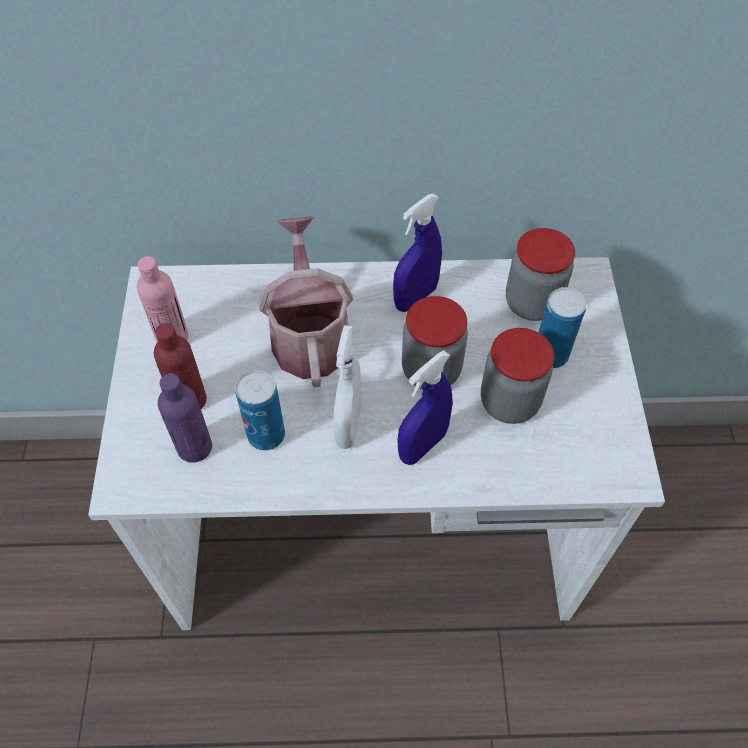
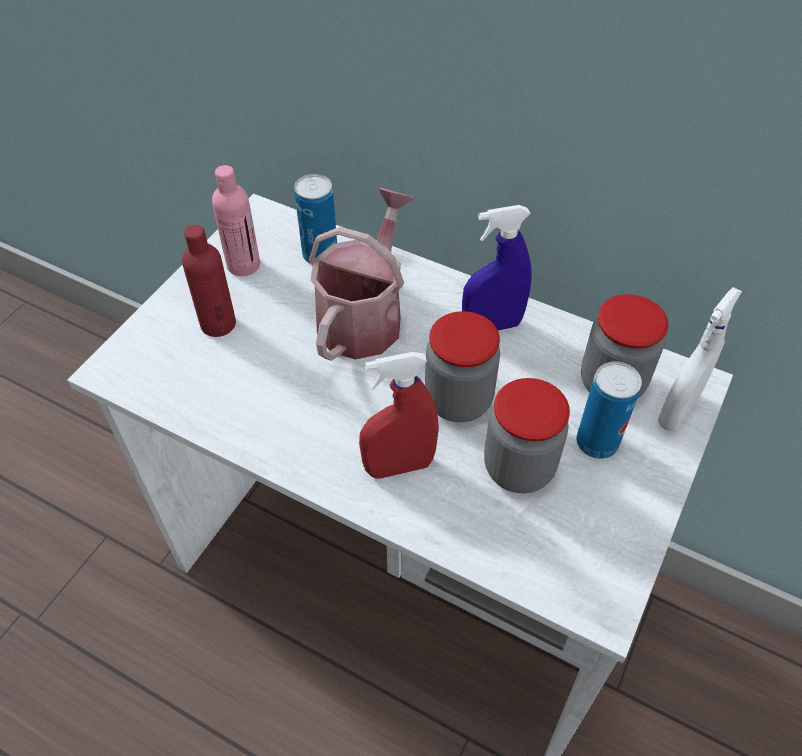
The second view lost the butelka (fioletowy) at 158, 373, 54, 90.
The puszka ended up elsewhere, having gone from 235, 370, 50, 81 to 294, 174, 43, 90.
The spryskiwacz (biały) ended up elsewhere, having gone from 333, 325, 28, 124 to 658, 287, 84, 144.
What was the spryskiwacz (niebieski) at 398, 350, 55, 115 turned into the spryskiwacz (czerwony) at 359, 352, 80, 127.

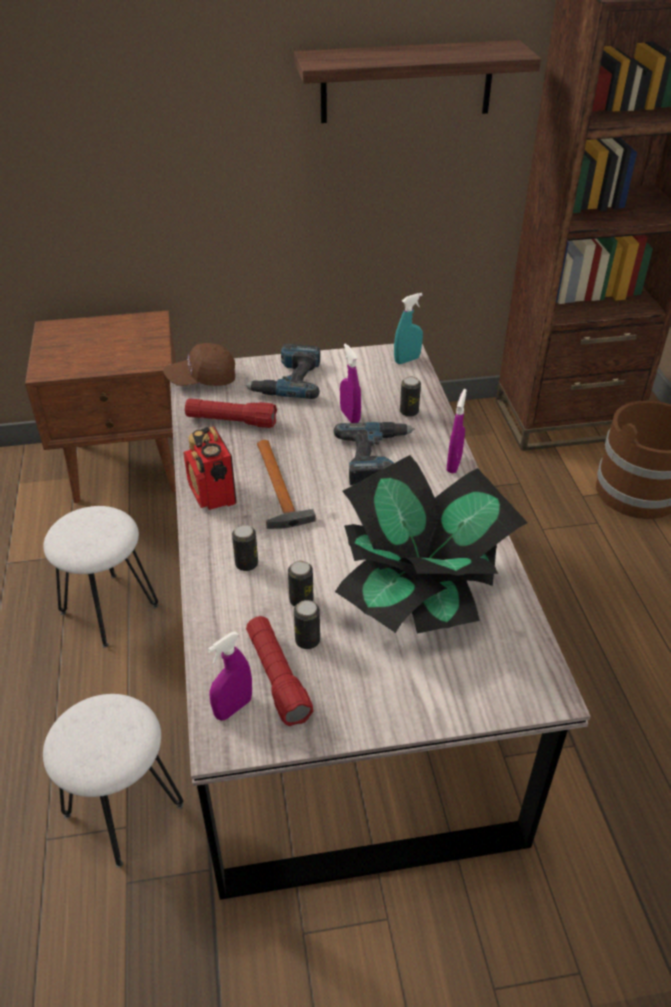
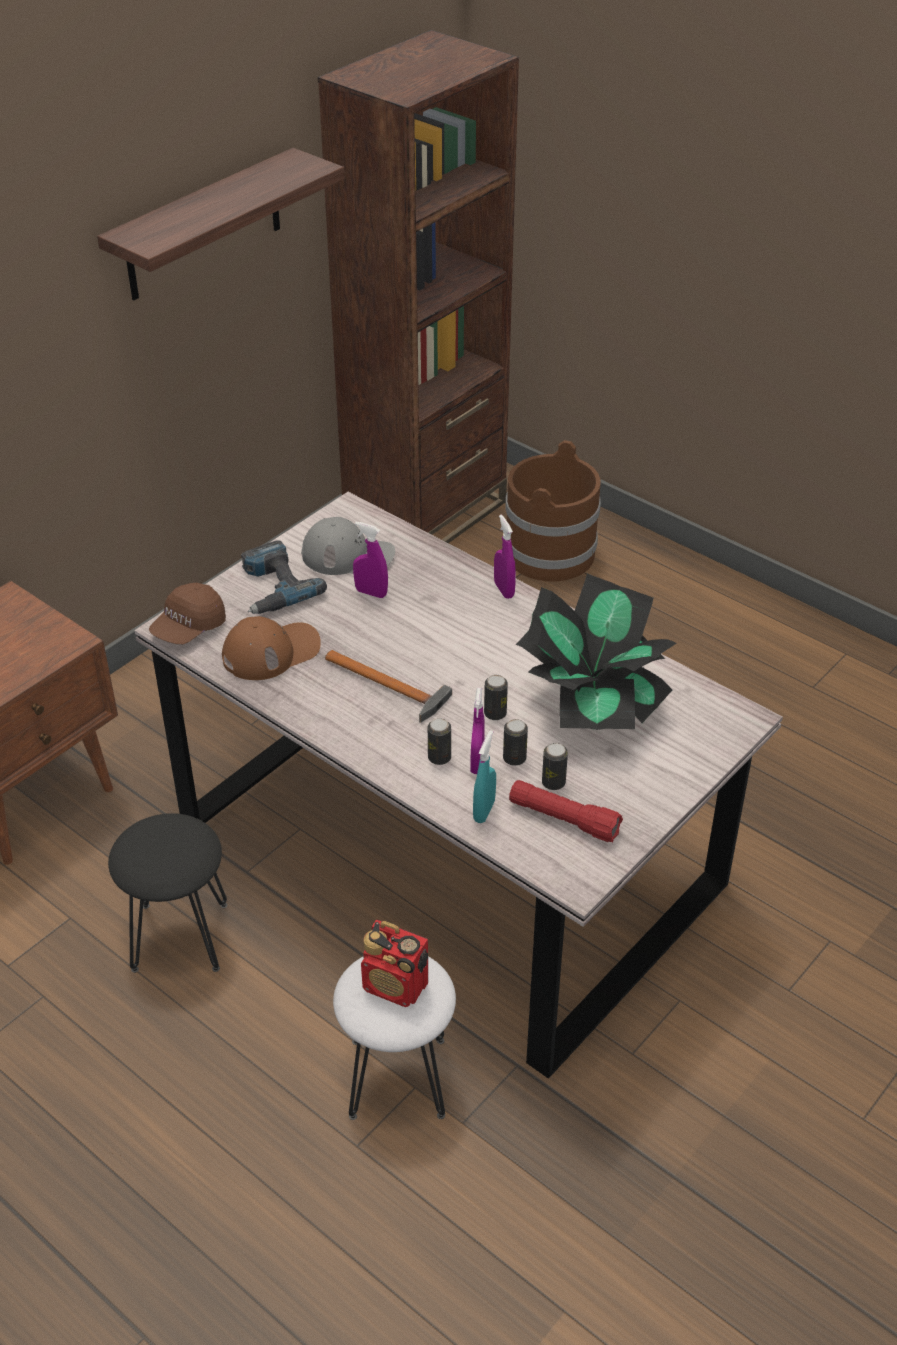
The second view lost the wiertarka at 334, 422, 81, 64.
The second view gained the czapka z daszkiem (szary) at 301, 517, 94, 58.
The radio ended up elsewhere, having gone from 183, 426, 53, 84 to 361, 920, 67, 87.
The spryskiwacz (fioletowy) ended up elsewhere, having gone from 208, 631, 44, 90 to 470, 688, 15, 86.
The spryskiwacz (turkusowy) ended up elsewhere, having gone from 394, 293, 29, 71 to 473, 730, 23, 93.
The puszka ended up elsewhere, having gone from 400, 376, 21, 41 to 484, 675, 24, 45.
Where the latarka (czerwony) stood at 185, 398, 92, 30, the czapka z daszkiem (brązowy) came to stand at 222, 616, 99, 64.
What was the stołek (biały) at 43, 506, 116, 142 turned into the stołek (czarny) at 108, 813, 120, 160.

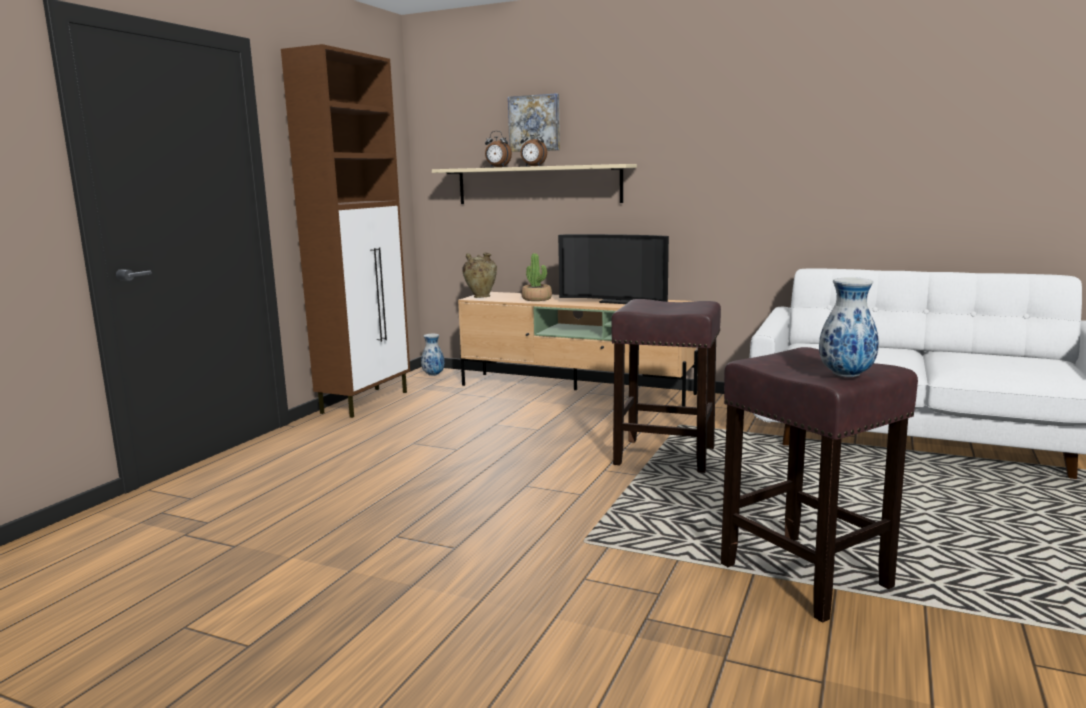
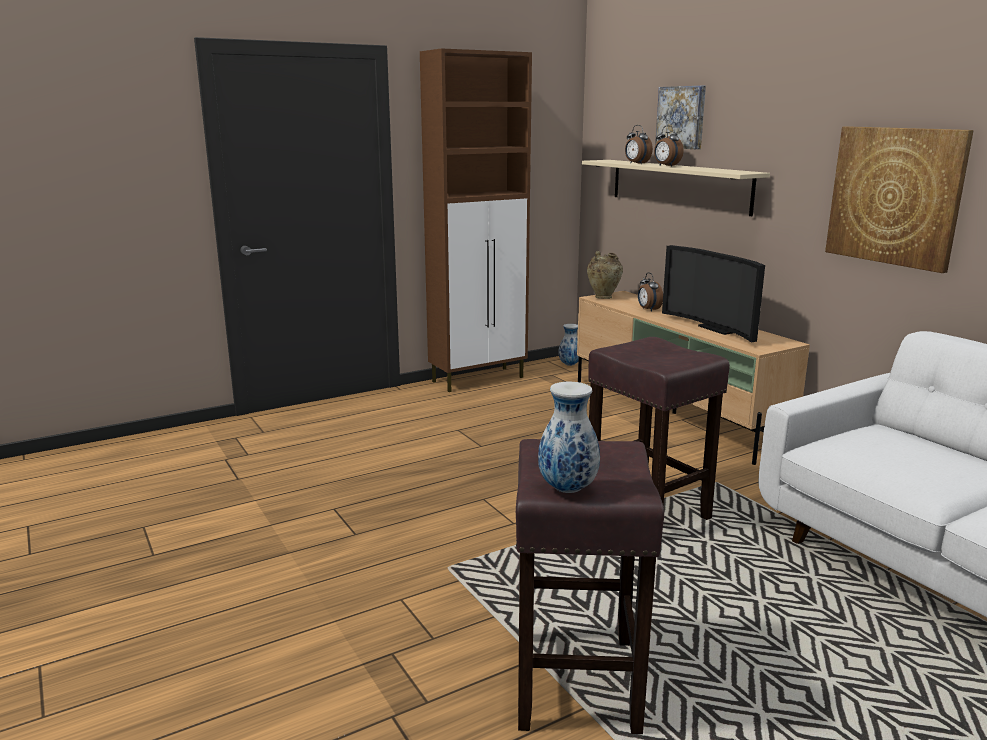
The second view gained the obraz at 825, 126, 149, 147.
Where the roślina doniczkowa stood at 521, 253, 31, 48, the budzik came to stand at 638, 273, 25, 39.

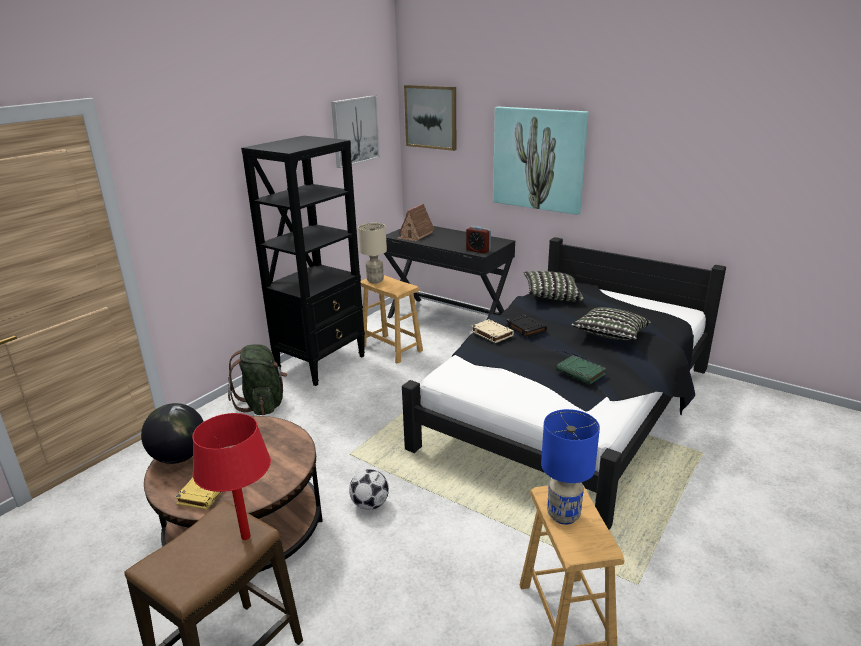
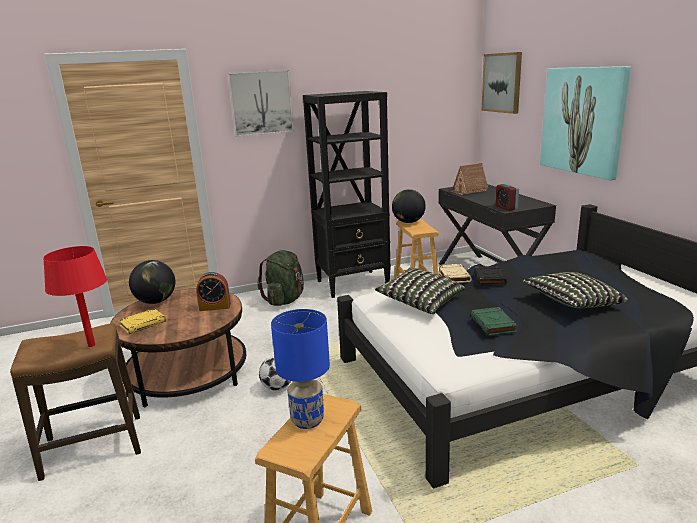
The second view gained the budzik at 196, 272, 35, 39.
The obraz ended up elsewhere, having gone from 331, 95, 49, 73 to 228, 70, 66, 67.
The poduszka ended up elsewhere, having gone from 524, 271, 60, 30 to 375, 267, 90, 47.
Where the lampa stołowa (beżowy) stood at 358, 223, 29, 61, the globus came to stand at 392, 189, 34, 34.

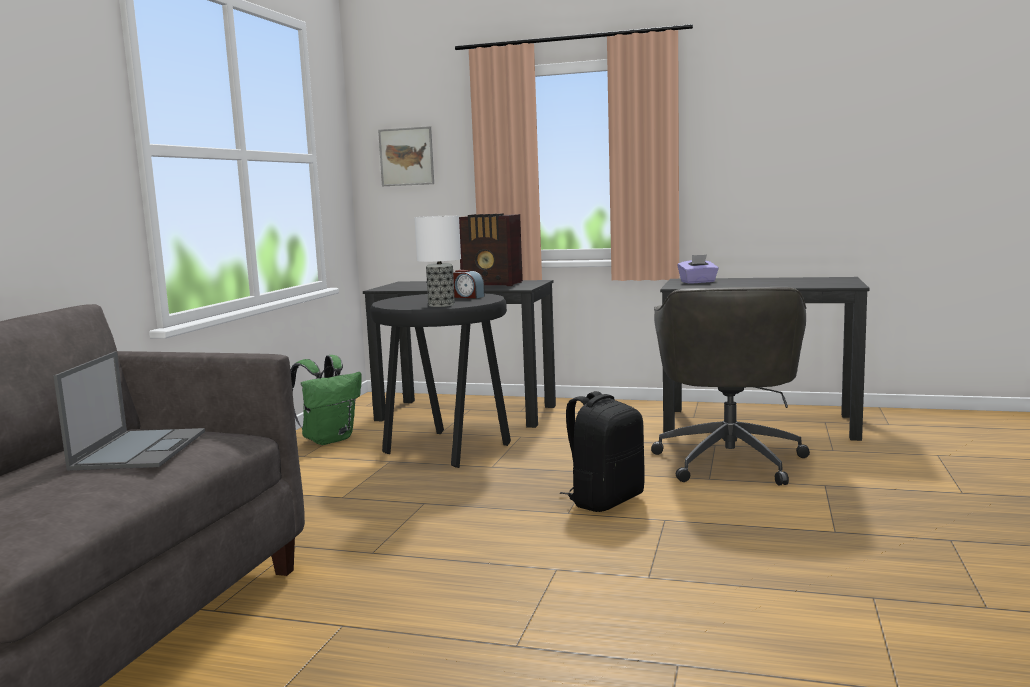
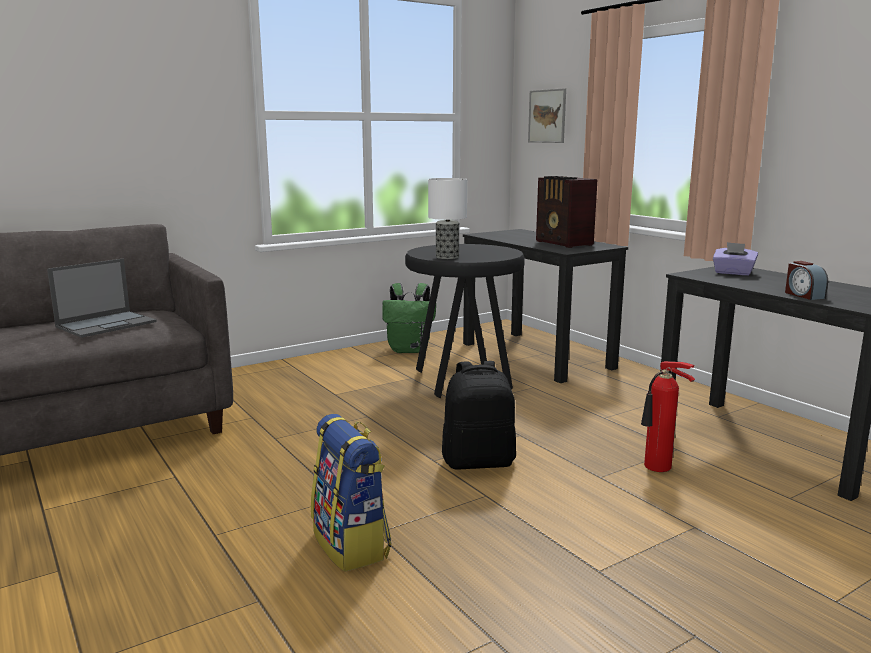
The second view gained the plecak at 311, 414, 80, 158.
The budzik ended up elsewhere, having gone from 453, 270, 32, 29 to 785, 261, 43, 39.
Where the krzesło biurowe (szary) stood at 651, 287, 159, 199, the gaśnica came to stand at 641, 361, 54, 111.

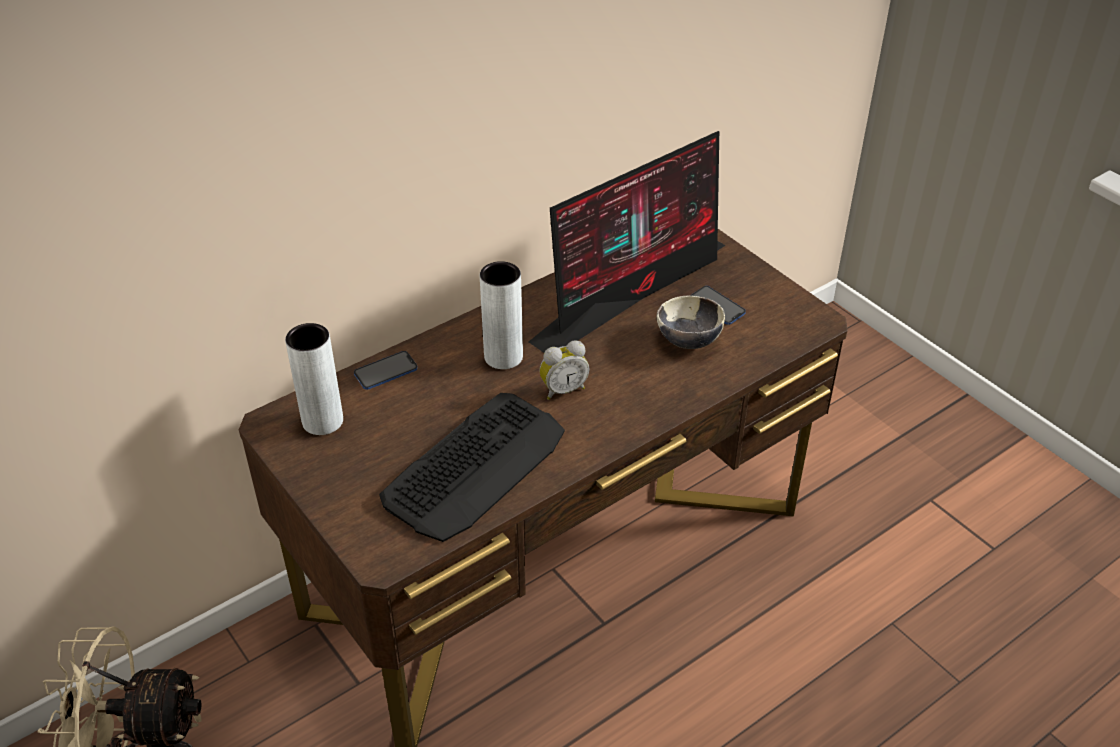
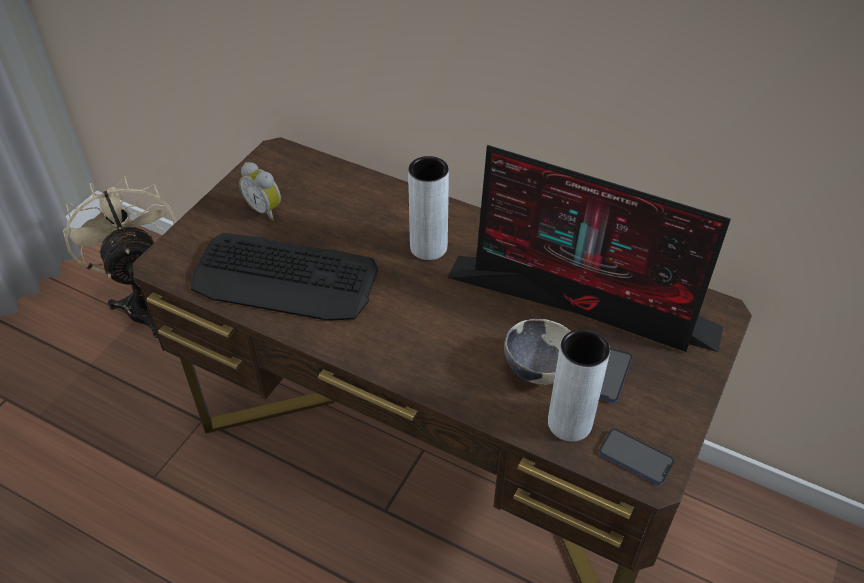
The wazon (szary) ended up elsewhere, having gone from 285, 323, 58, 112 to 548, 329, 62, 113.
The telefon ended up elsewhere, having gone from 354, 351, 64, 39 to 599, 428, 75, 57.
The budzik ended up elsewhere, having gone from 539, 340, 51, 60 to 239, 162, 42, 59.

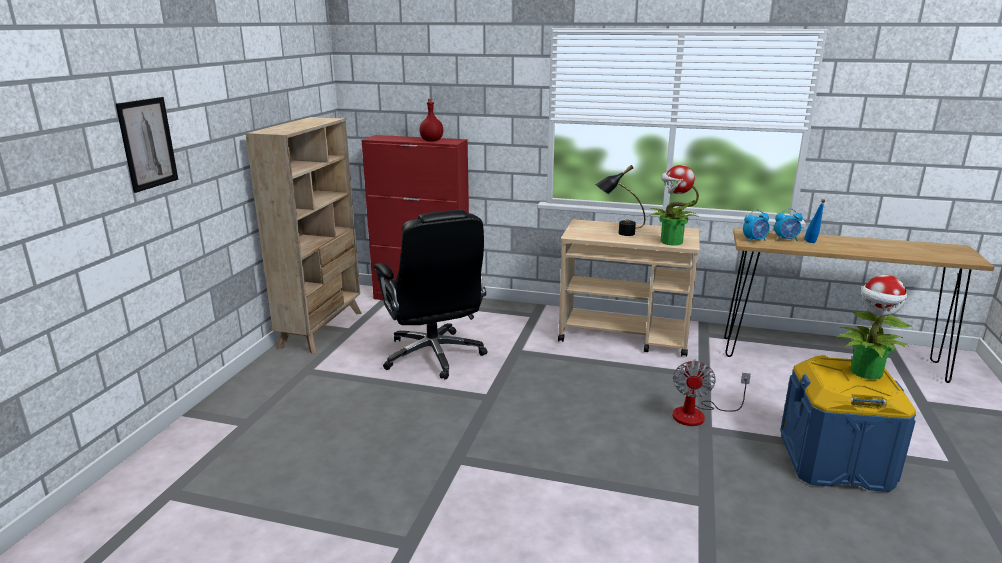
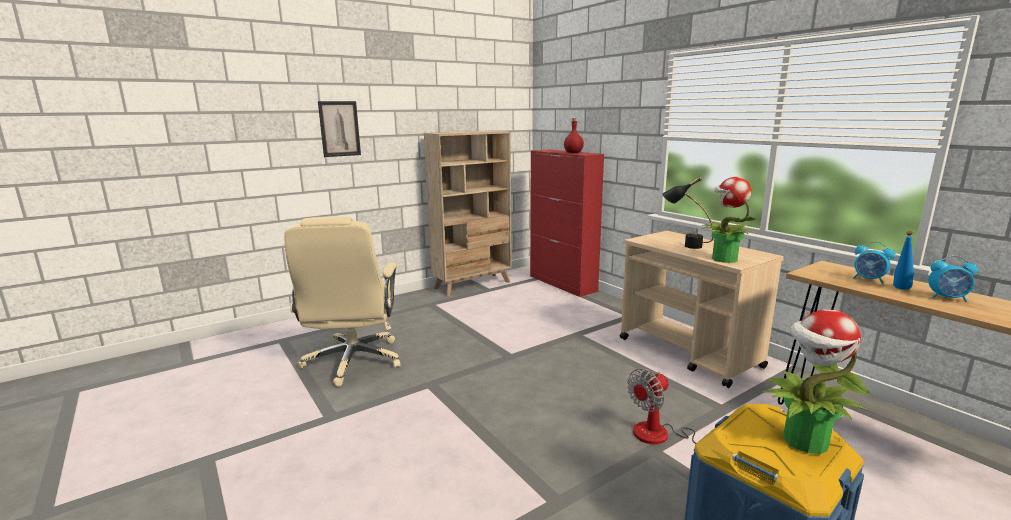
The second view lost the krzesło biurowe (czarny) at 374, 210, 114, 170.
The second view gained the krzesło biurowe (beżowy) at 284, 217, 117, 170.
The budzik ended up elsewhere, having gone from 743, 209, 27, 33 to 928, 255, 50, 47.

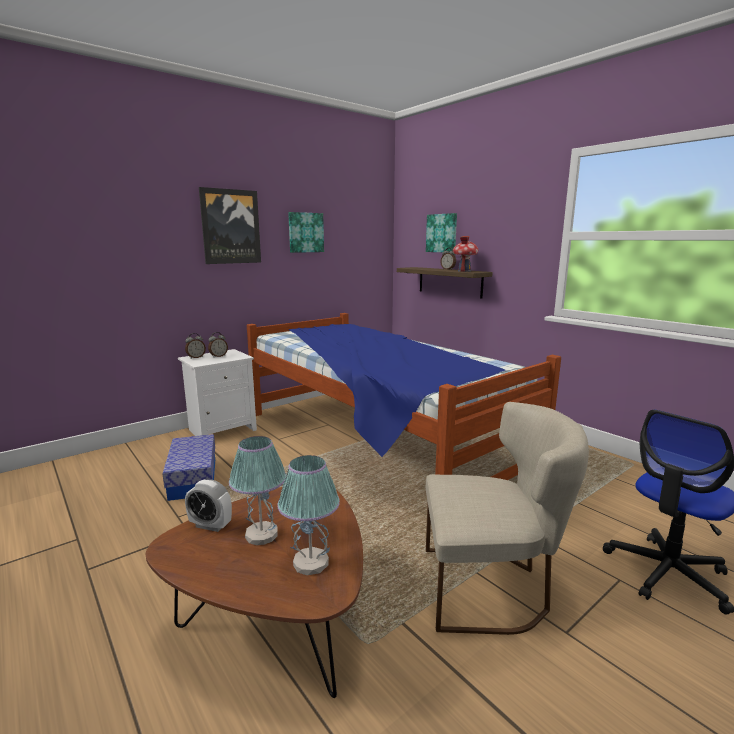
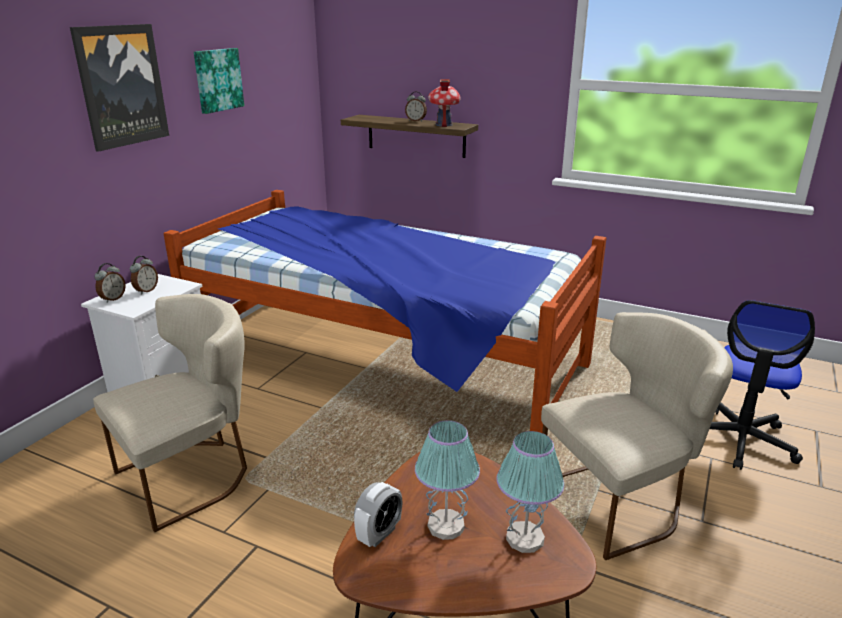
The second view lost the obraz at 426, 213, 31, 39.
Where the pojemnik do przechowywania stood at 163, 434, 52, 67, the krzesło (beżowy) came to stand at 93, 294, 154, 238.
The budzik at 185, 480, 47, 52 ended up facing another way, 45 degrees counterclockwise from before.

